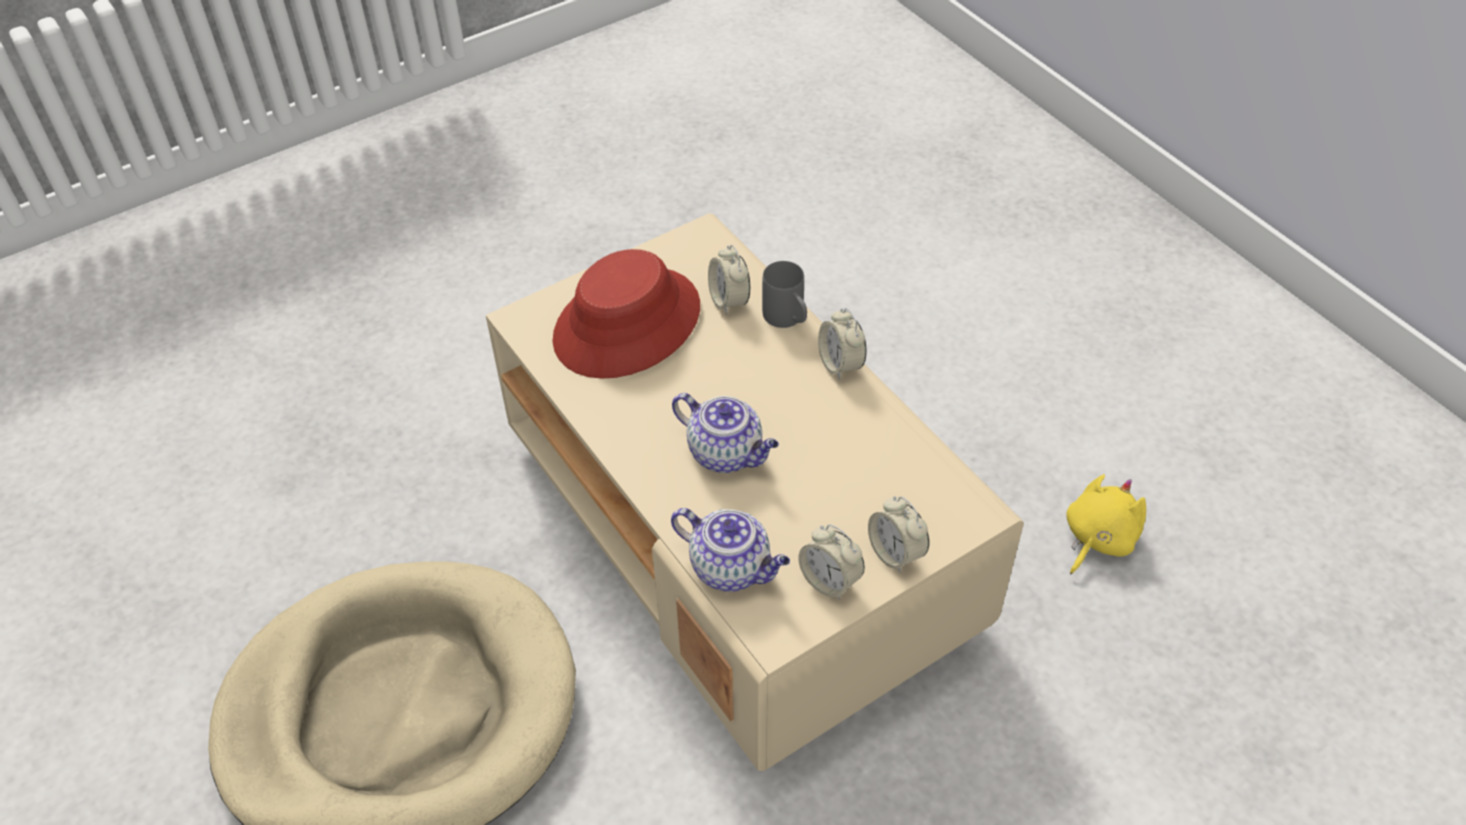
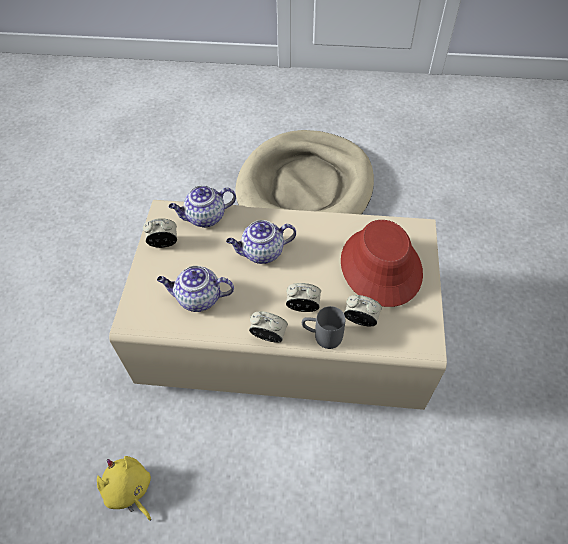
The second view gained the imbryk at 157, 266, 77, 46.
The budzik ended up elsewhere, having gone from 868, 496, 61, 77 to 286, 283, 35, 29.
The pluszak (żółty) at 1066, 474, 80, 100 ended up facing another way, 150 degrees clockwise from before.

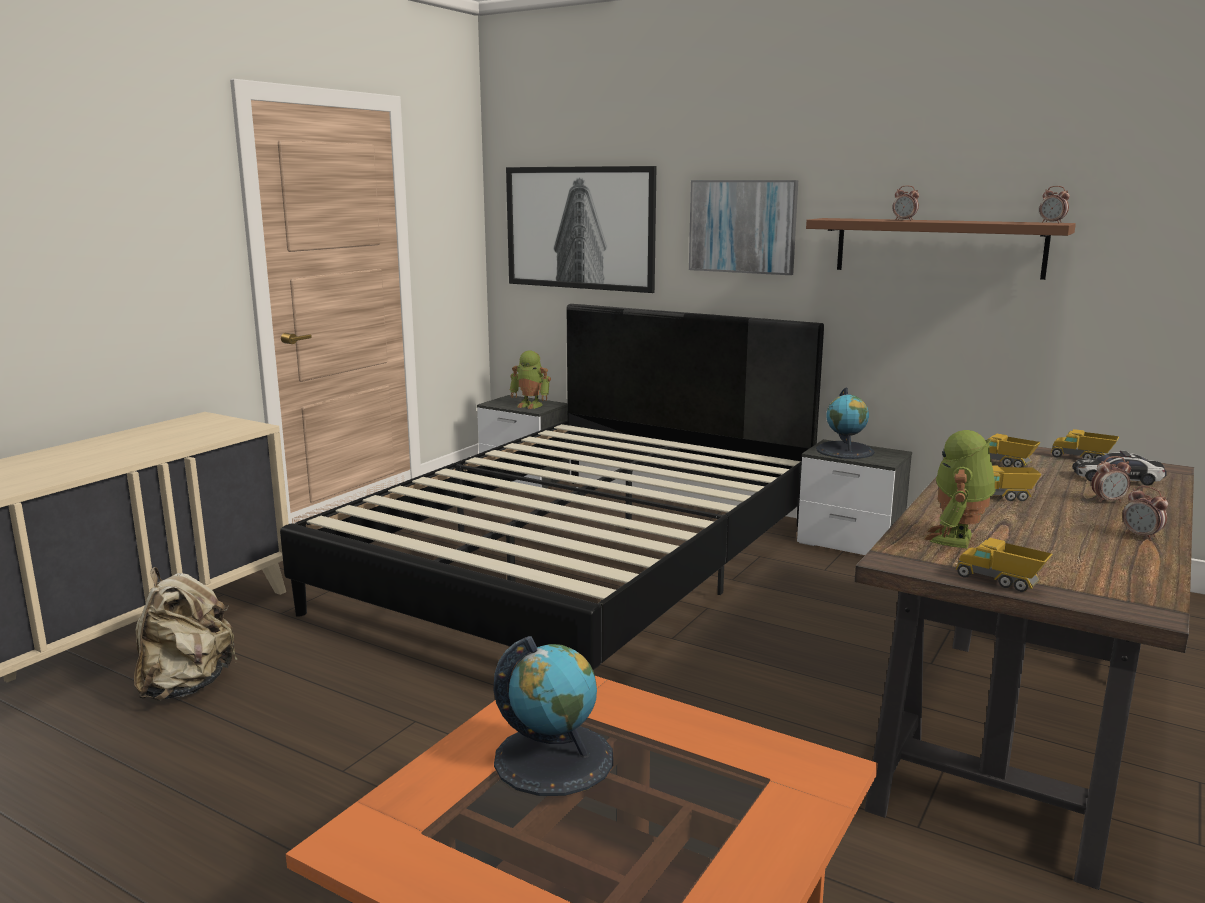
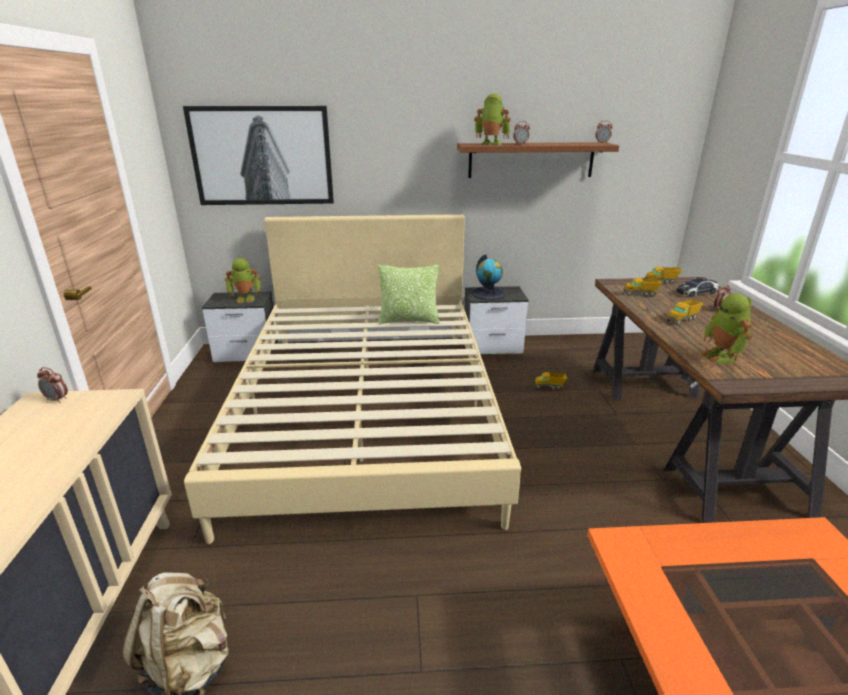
The second view lost the globus at 493, 636, 120, 160.
The second view lost the obraz at 689, 180, 109, 95.
The second view gained the poduszka at 378, 265, 62, 59.
The second view gained the robot zabawkowy at 474, 94, 37, 51.
The ciężarówka zabawkowa ended up elsewhere, having gone from 956, 538, 97, 54 to 535, 372, 32, 17.
The budzik ended up elsewhere, having gone from 1122, 486, 46, 55 to 37, 367, 31, 36.
What was the łóżko (czarny) at 280, 304, 544, 367 turned into the łóżko (beżowy) at 184, 214, 337, 330.

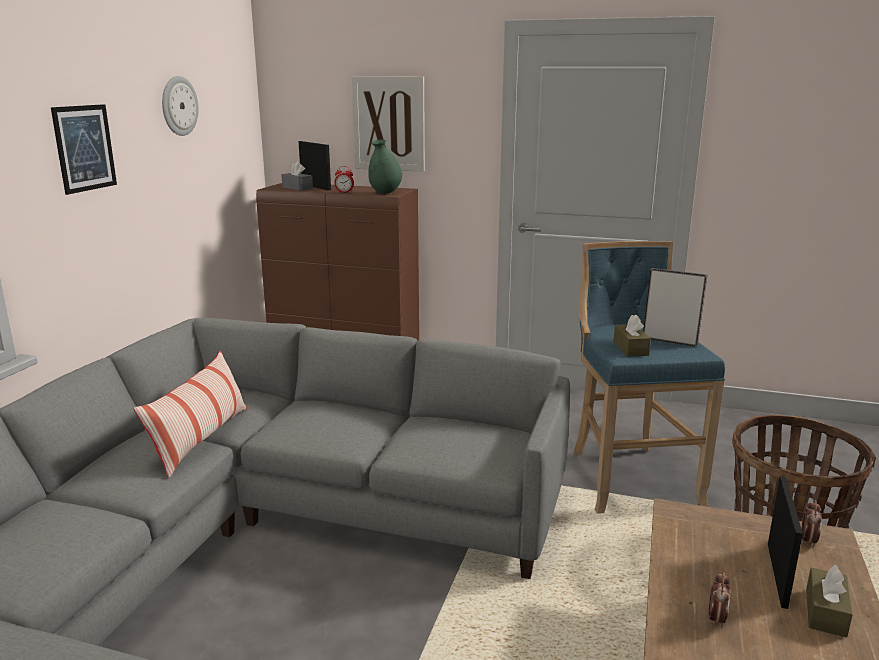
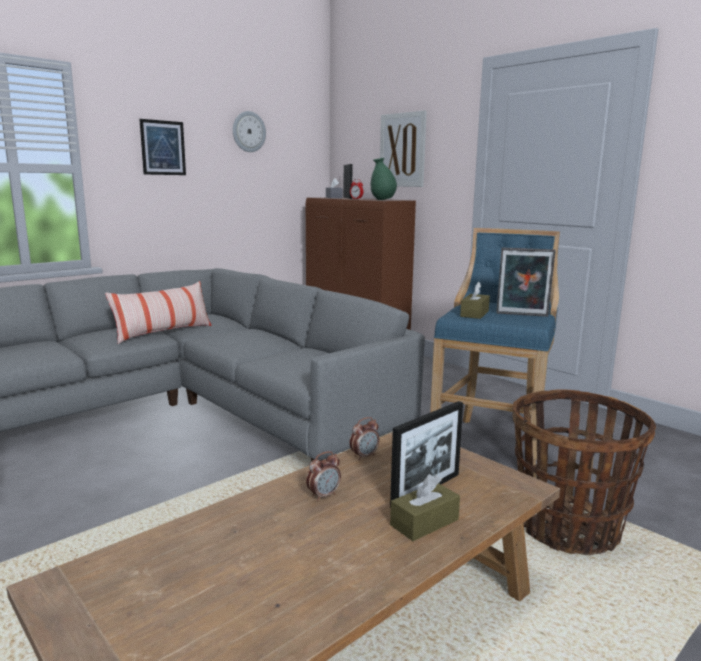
The budzik ended up elsewhere, having gone from 801, 500, 21, 48 to 350, 417, 29, 43.
The ramka na zdjęcie at 643, 268, 64, 79 ended up facing another way, 135 degrees clockwise from before.

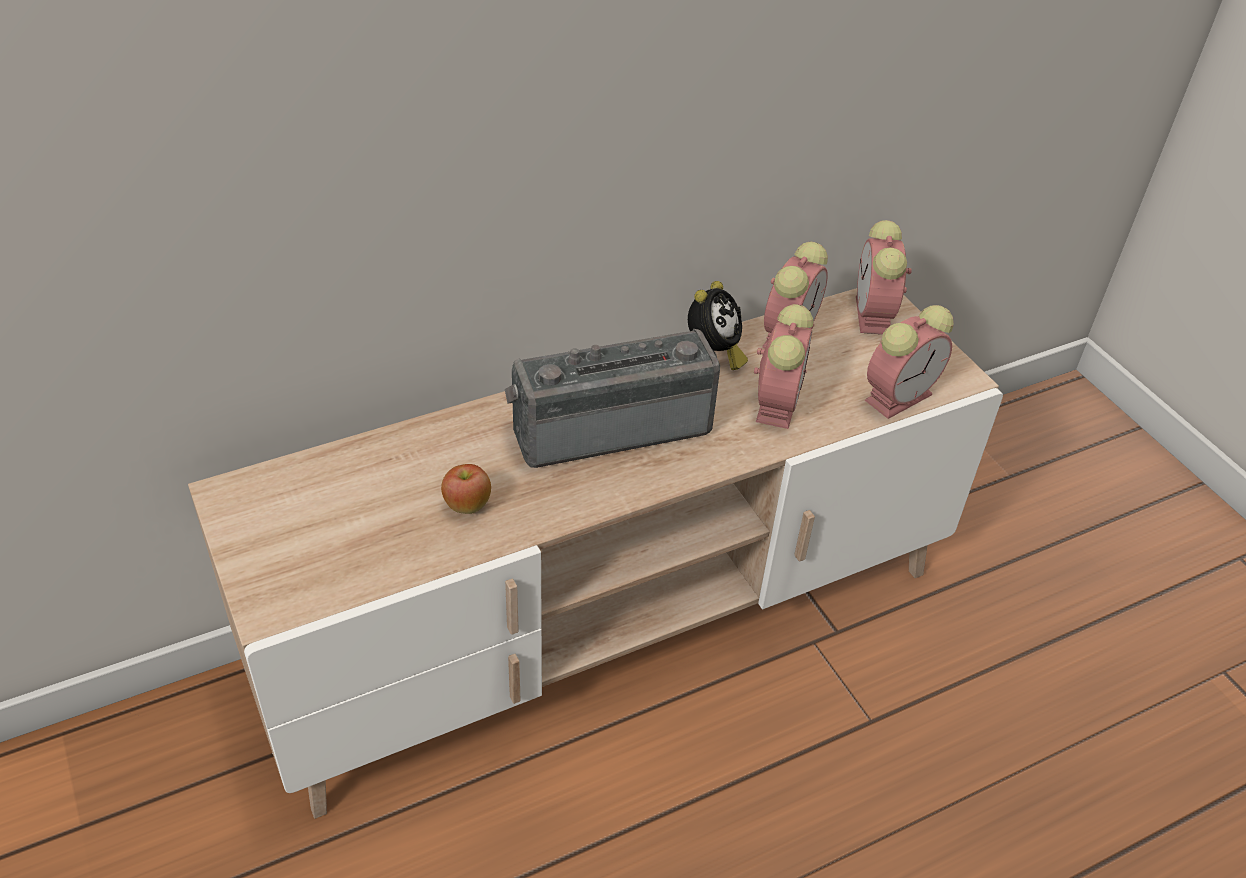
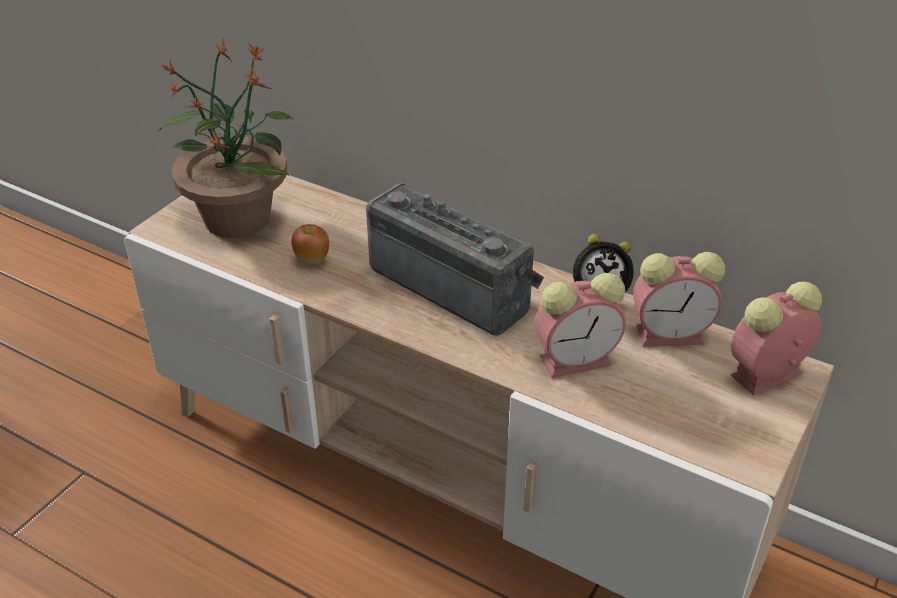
The second view lost the budzik at 865, 305, 89, 114.
The second view gained the roślina doniczkowa at 158, 39, 135, 199.

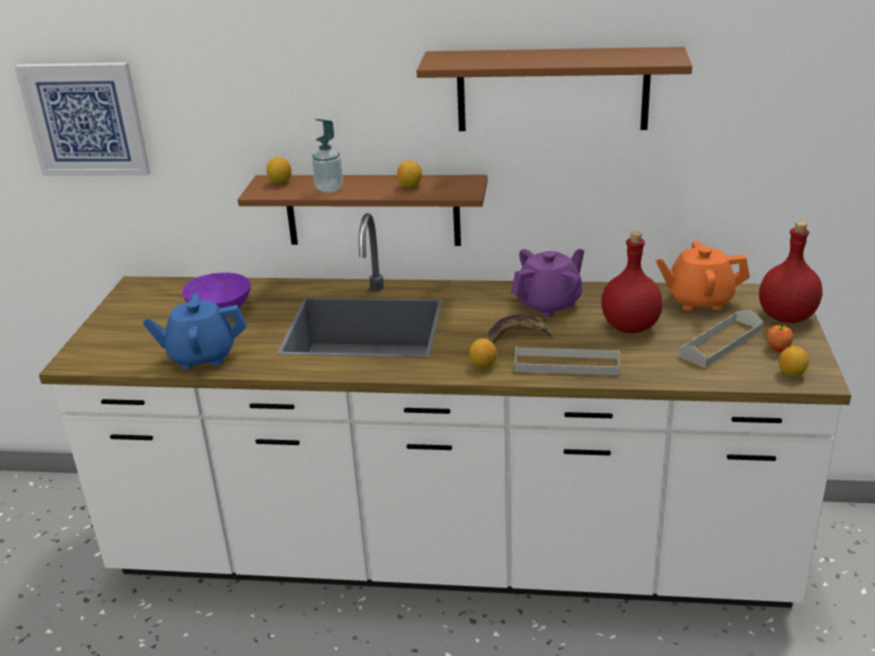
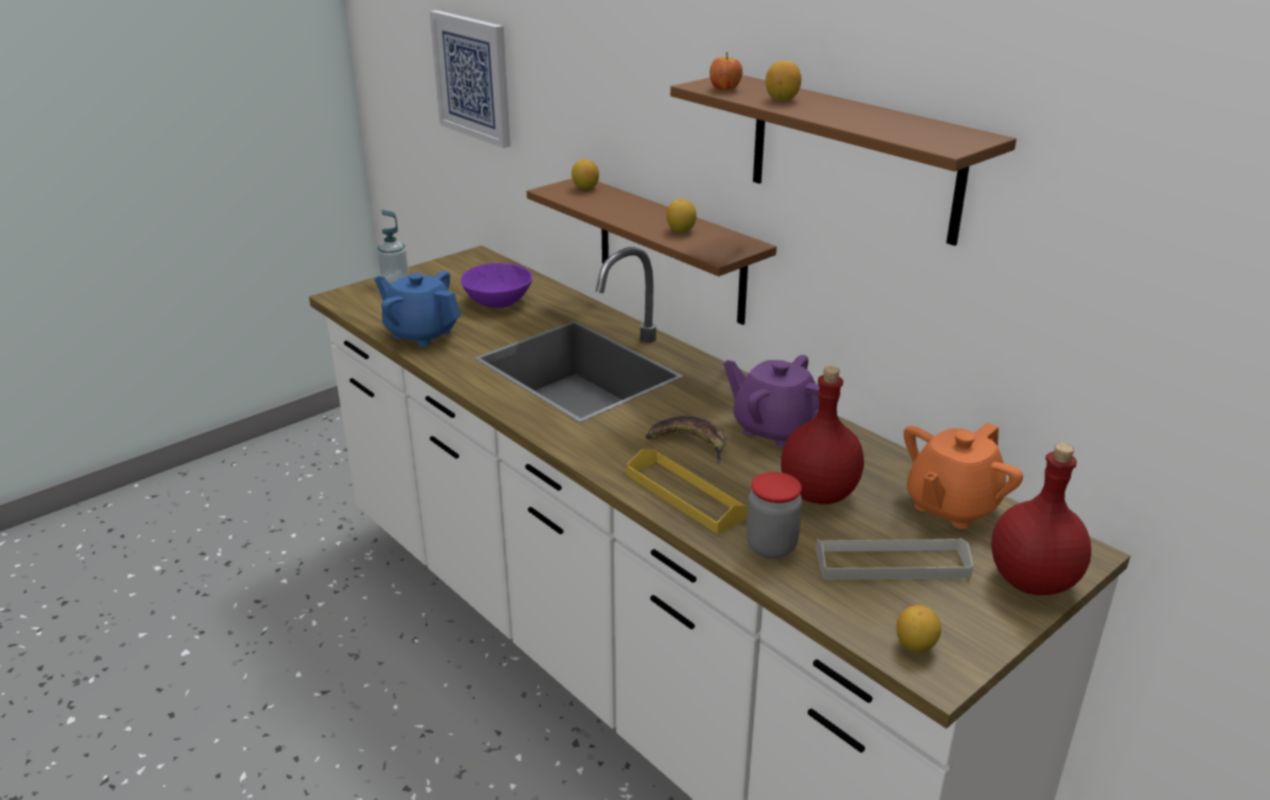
The second view gained the słoik at 746, 472, 56, 86.
The dozownik mydła ended up elsewhere, having gone from 312, 119, 31, 74 to 377, 210, 32, 74.
The cytryna ended up elsewhere, having gone from 469, 338, 28, 31 to 765, 61, 36, 40.
The jabłko ended up elsewhere, having gone from 766, 325, 27, 27 to 710, 52, 33, 39.
What was the taca (szary) at 515, 346, 105, 29 turned into the taca (żółty) at 627, 449, 121, 85.
The imbryk (fioletowy) at 511, 249, 73, 69 ended up facing another way, 150 degrees counterclockwise from before.
The imbryk (pomarańczowy) at 656, 241, 94, 70 ended up facing another way, 90 degrees counterclockwise from before.

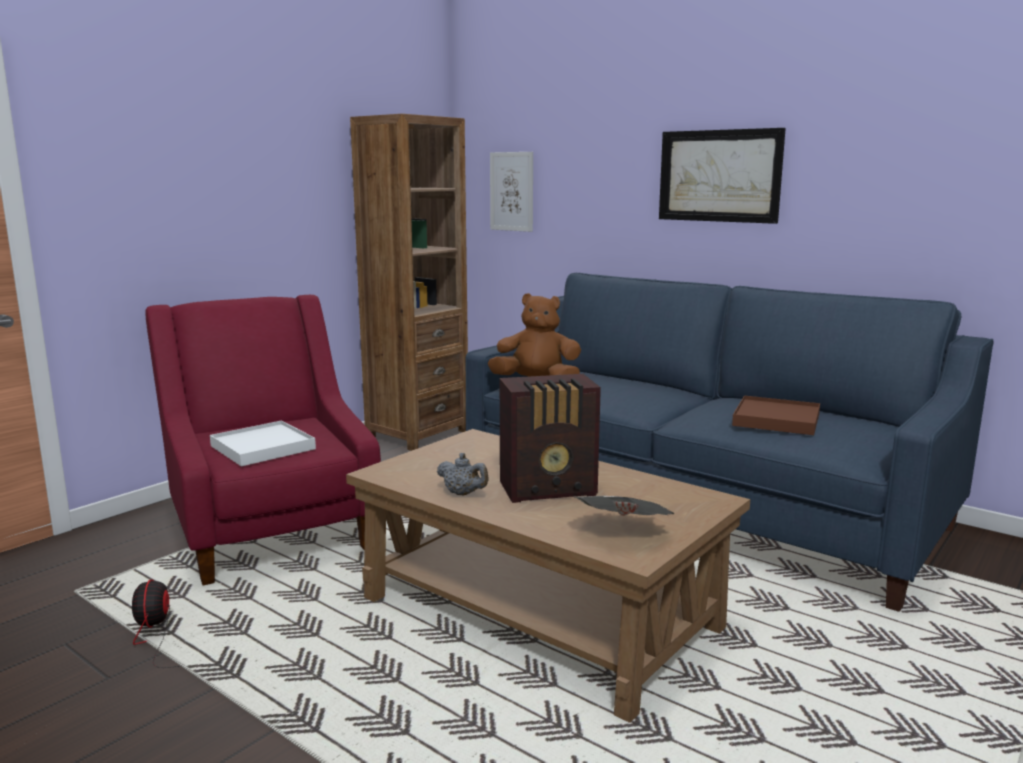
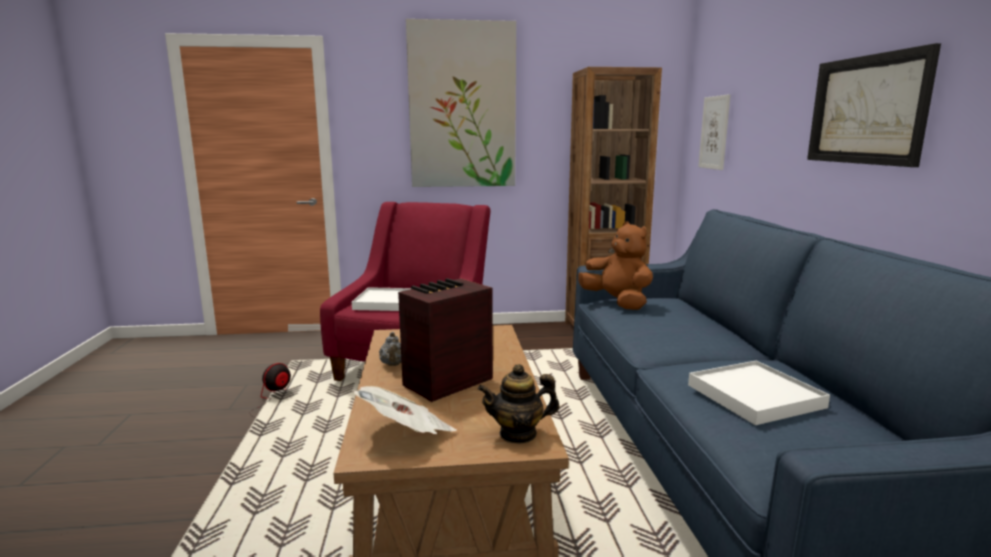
The second view gained the obraz at 406, 19, 110, 168.
The second view gained the imbryk at 478, 364, 81, 80.
What was the taca (brązowy) at 732, 396, 88, 39 turned into the taca (biały) at 688, 361, 142, 64.
The radio at 500, 374, 101, 129 ended up facing another way, 105 degrees clockwise from before.

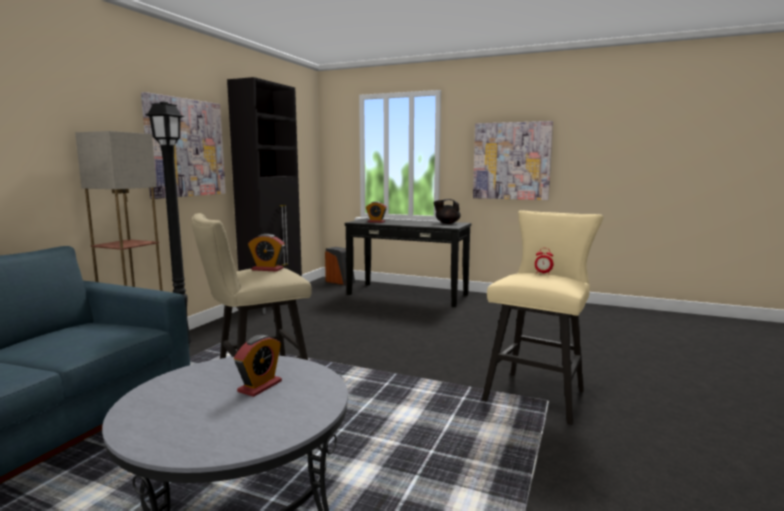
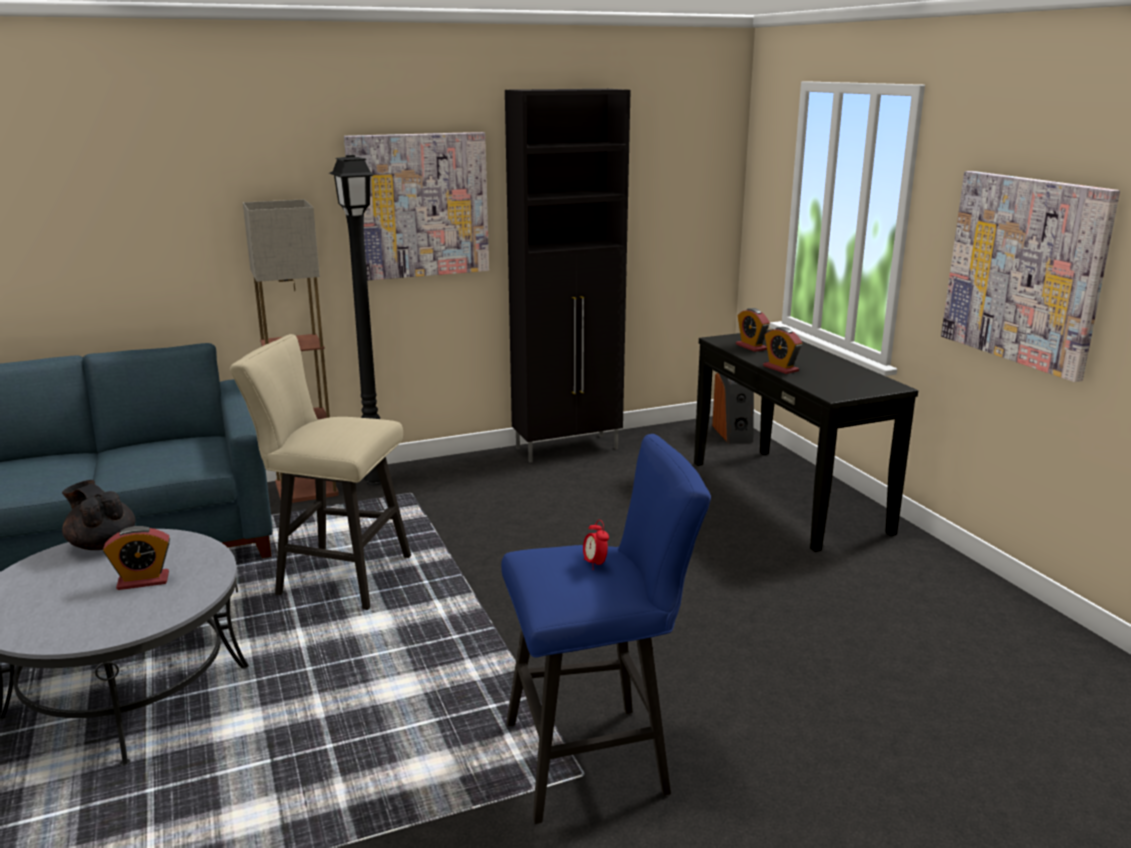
The budzik ended up elsewhere, having gone from 248, 234, 37, 38 to 763, 327, 39, 47.
The imbryk (czarny) ended up elsewhere, having gone from 433, 199, 28, 25 to 62, 480, 74, 70.
What was the stołek (beżowy) at 482, 210, 121, 215 turned into the stołek (niebieski) at 501, 434, 210, 390.

